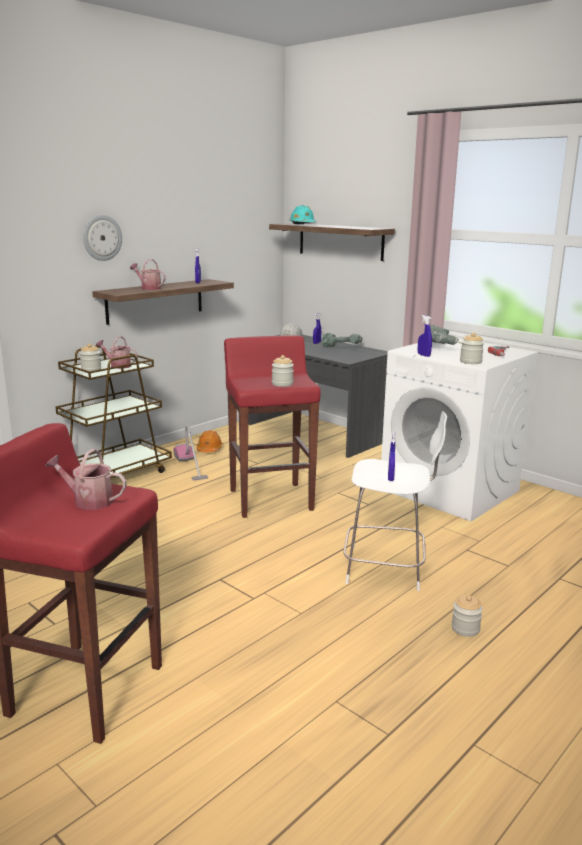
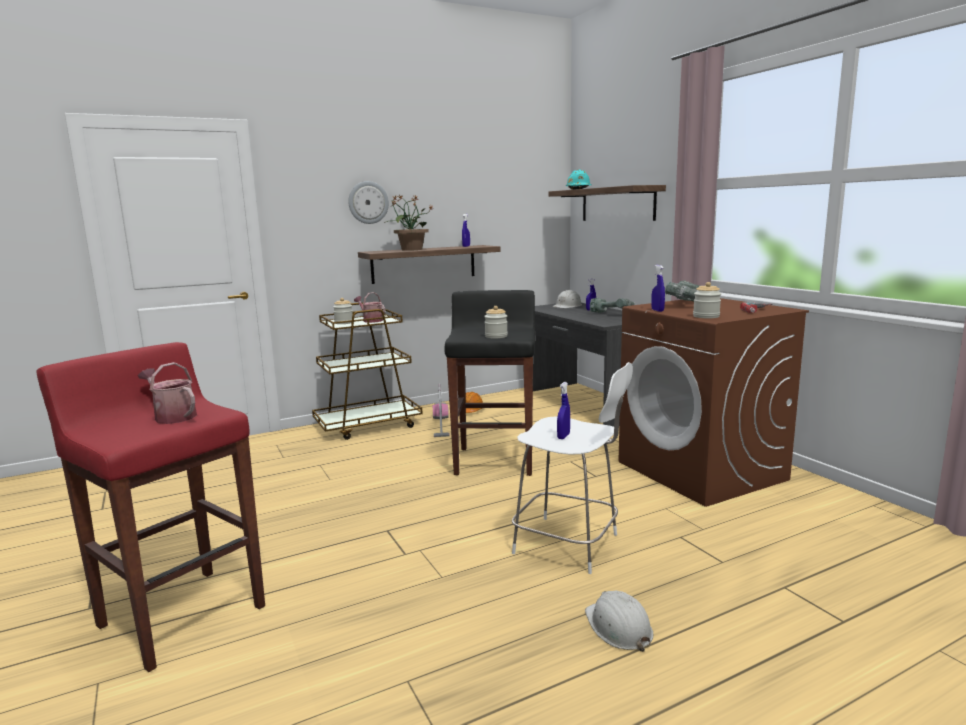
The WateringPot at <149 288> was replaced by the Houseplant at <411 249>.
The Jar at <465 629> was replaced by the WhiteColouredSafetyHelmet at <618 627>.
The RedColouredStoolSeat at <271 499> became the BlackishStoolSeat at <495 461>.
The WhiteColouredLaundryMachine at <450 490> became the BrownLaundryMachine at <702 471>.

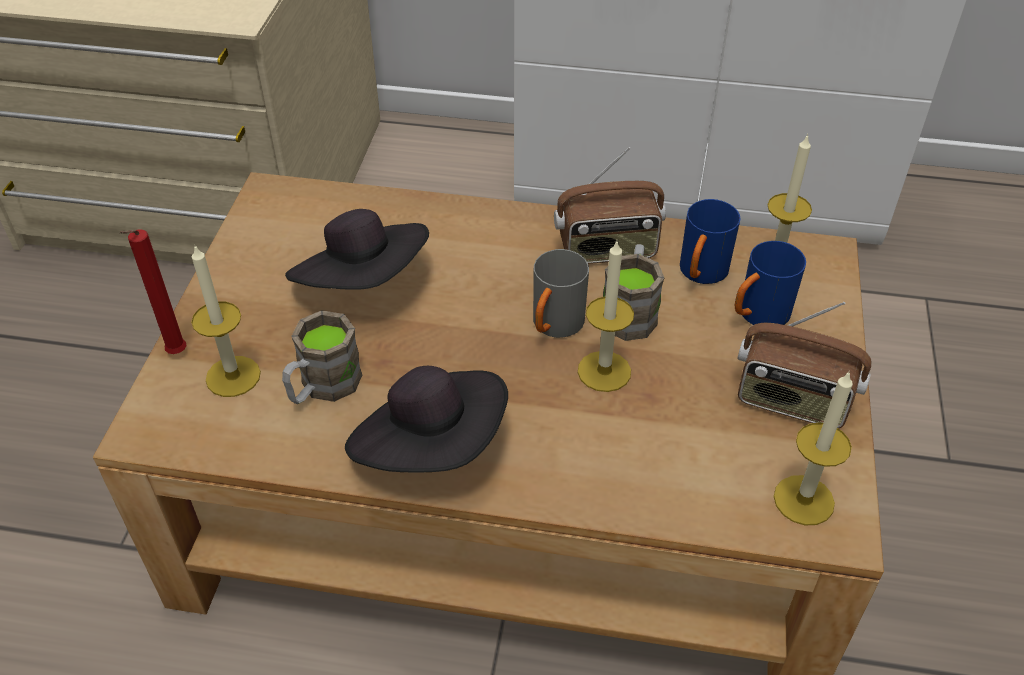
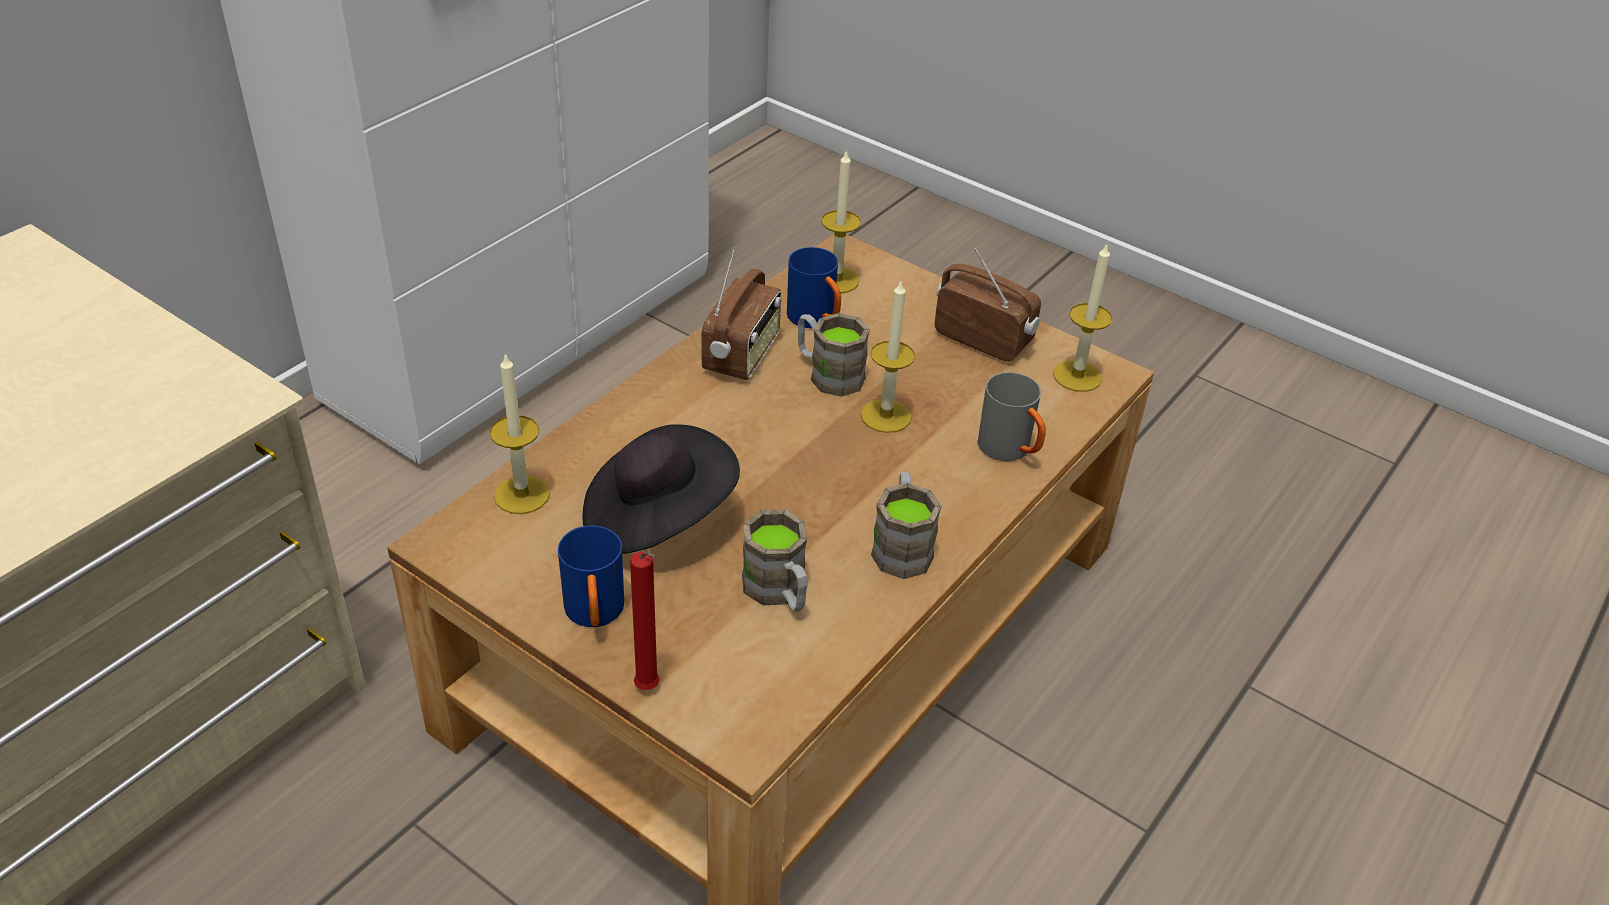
The WaxLight moved from <233 376> to <522 495>.
The GrayMug moved from <554 327> to <1010 451>.
The BlueColouredMug moved from <757 316> to <595 615>.
The BlackishHat at <432 446> was replaced by the BrownMug at <901 545>.
The RadioSet at <792 401> turned 105 degrees counterclockwise.

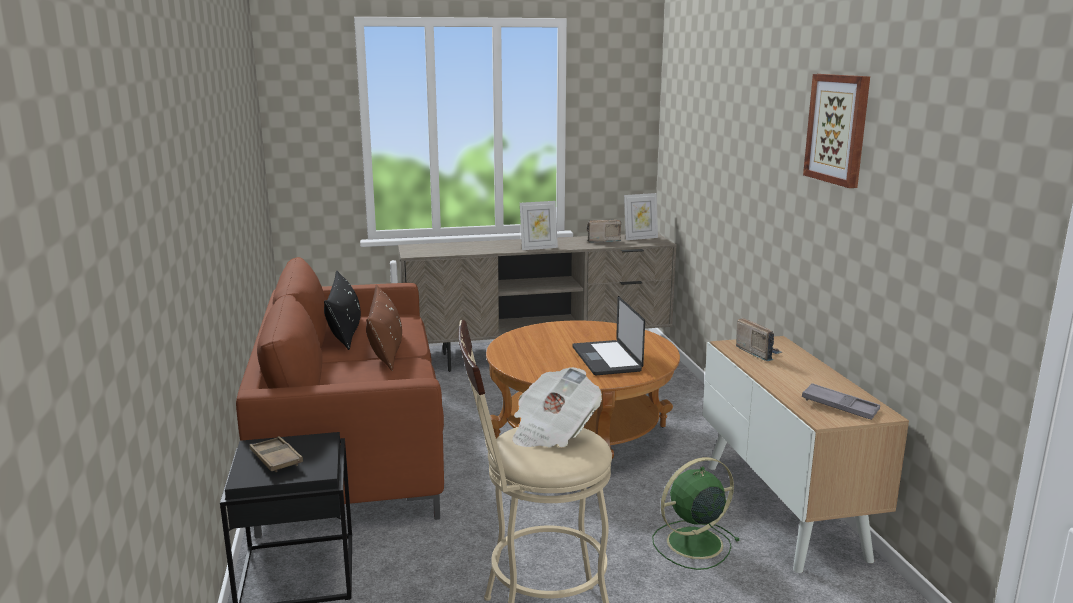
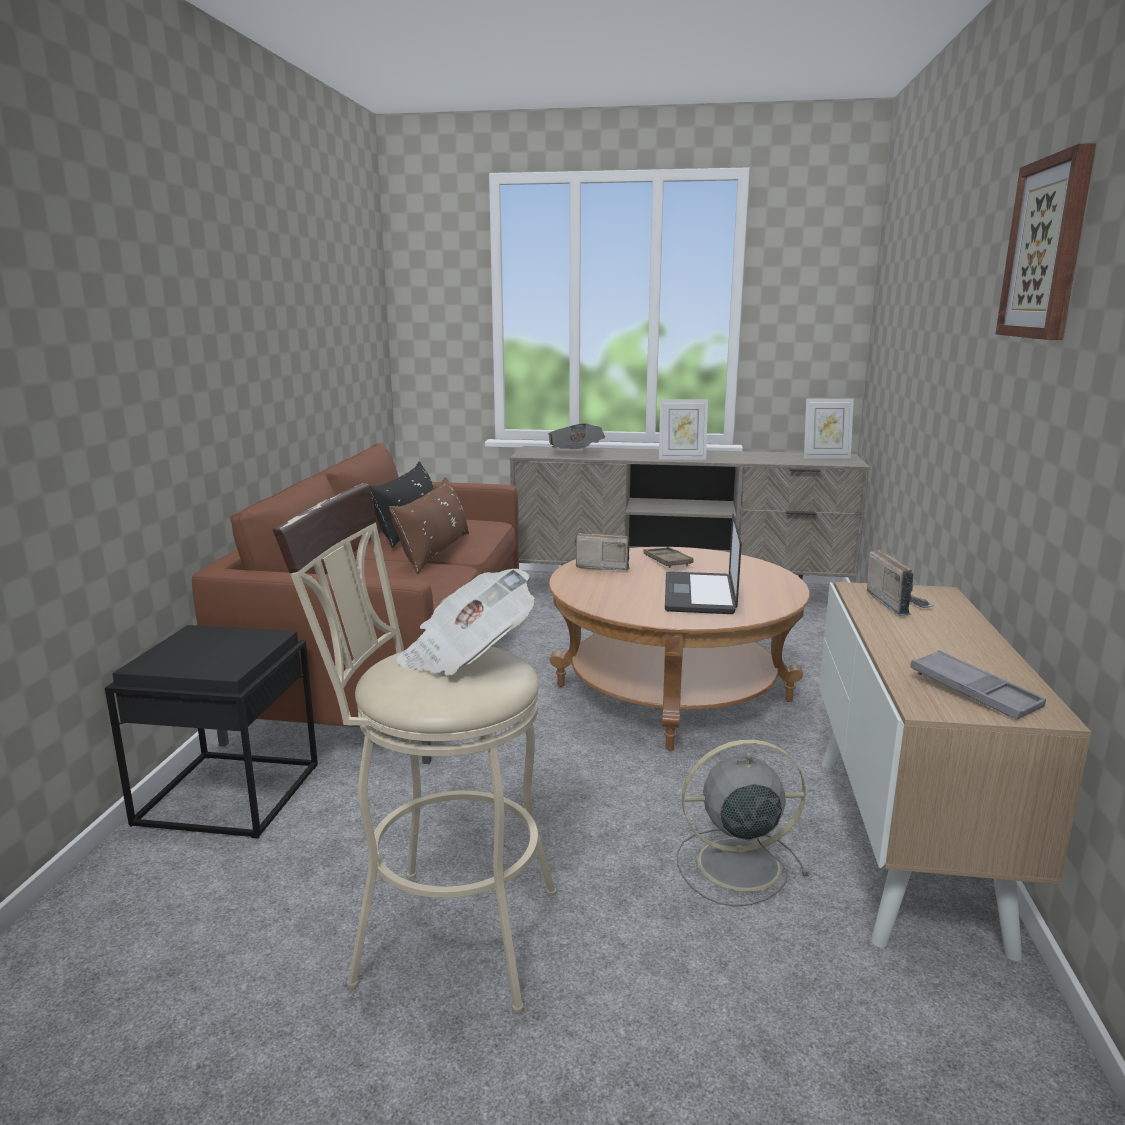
The DailyPaper at <576 453> appeared.
The BrownCarryingTray moved from <276 459> to <667 561>.
The RadioSet moved from <602 240> to <601 566>.
The GreenishFan at <692 543> became the GrayFan at <734 865>.

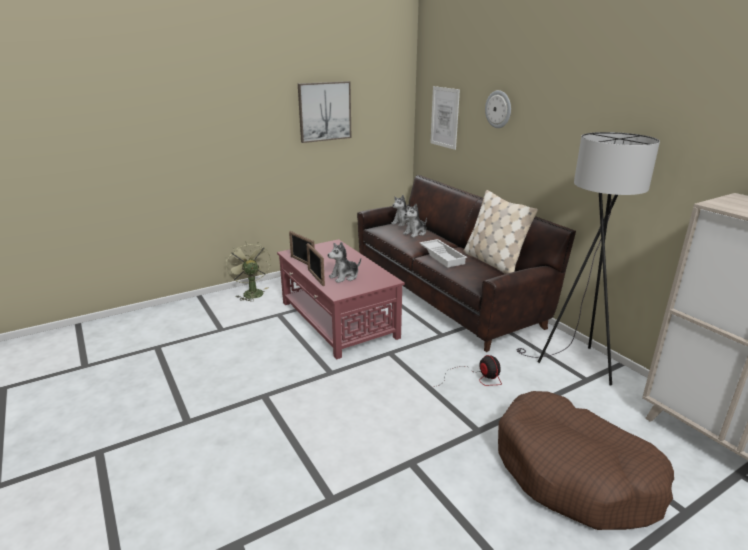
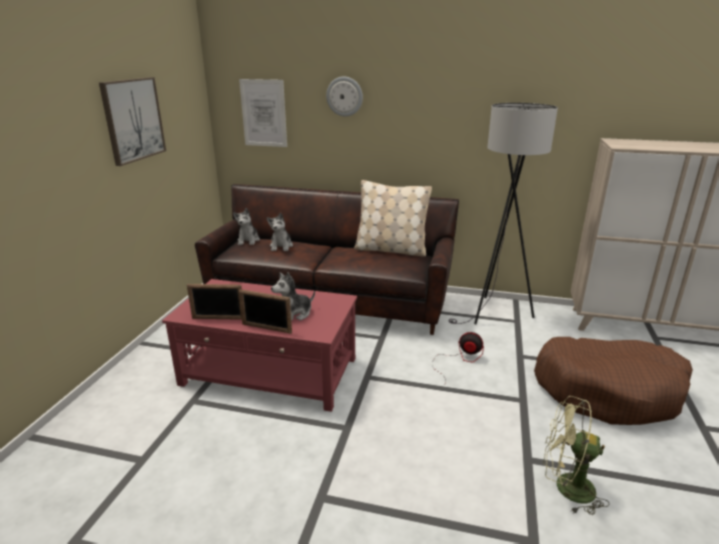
The WhiteColouredCarryingTray at <443 256> disappeared.
The GreenishFan moved from <251 292> to <566 487>.
The SoftToy at <344 277> turned 45 degrees clockwise.

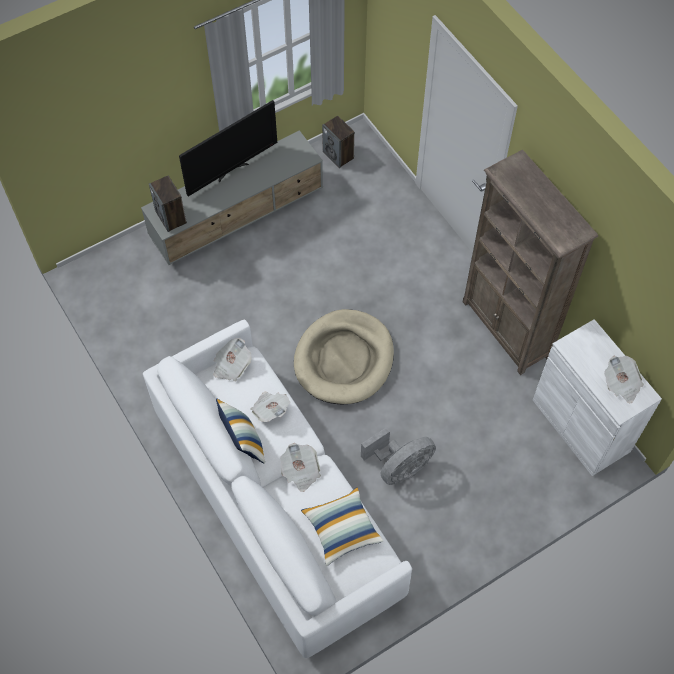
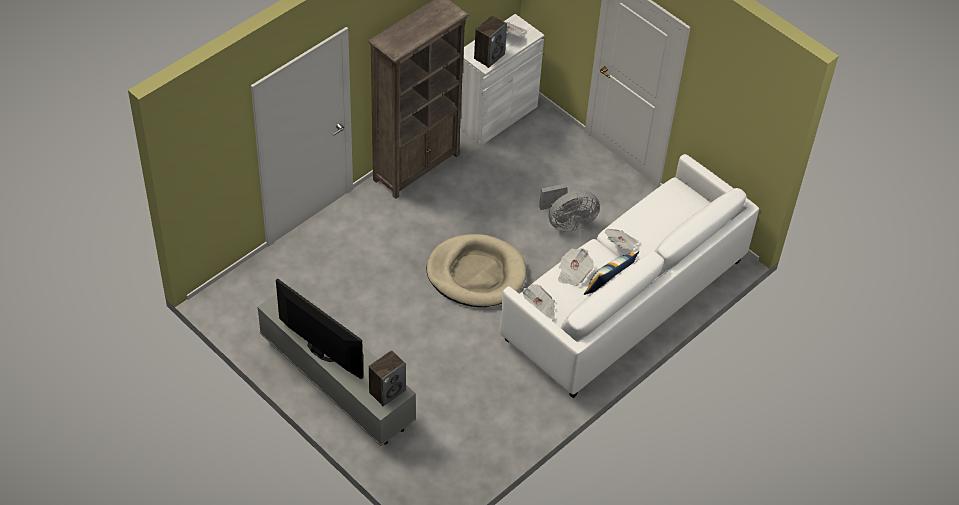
The ThrowPillow at <341 529> disappeared.
The Loudspeaker moved from <338 155> to <489 56>.
The GrayFan at <399 467> turned 120 degrees clockwise.

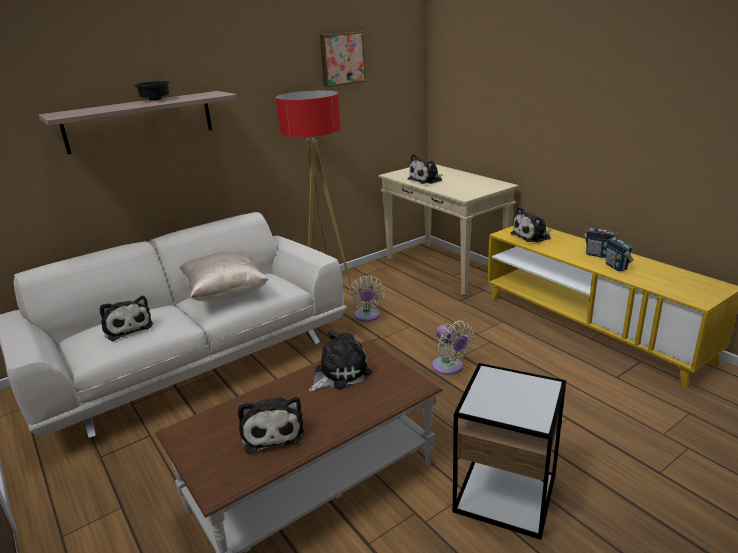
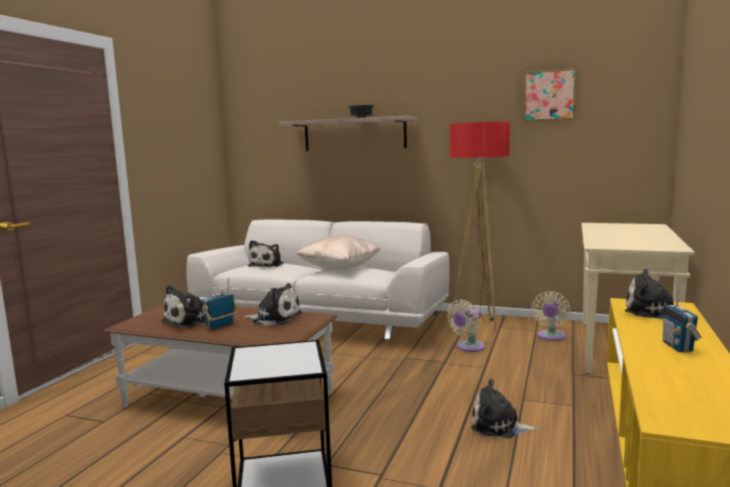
The SoftToy moved from <427 180> to <498 426>.
The BeigeFan moved from <449 367> to <550 337>.
The RadioSet moved from <616 267> to <220 326>.

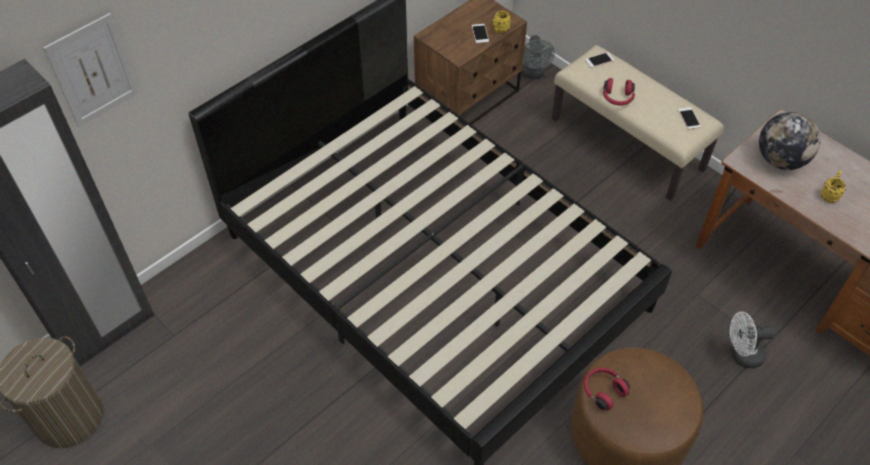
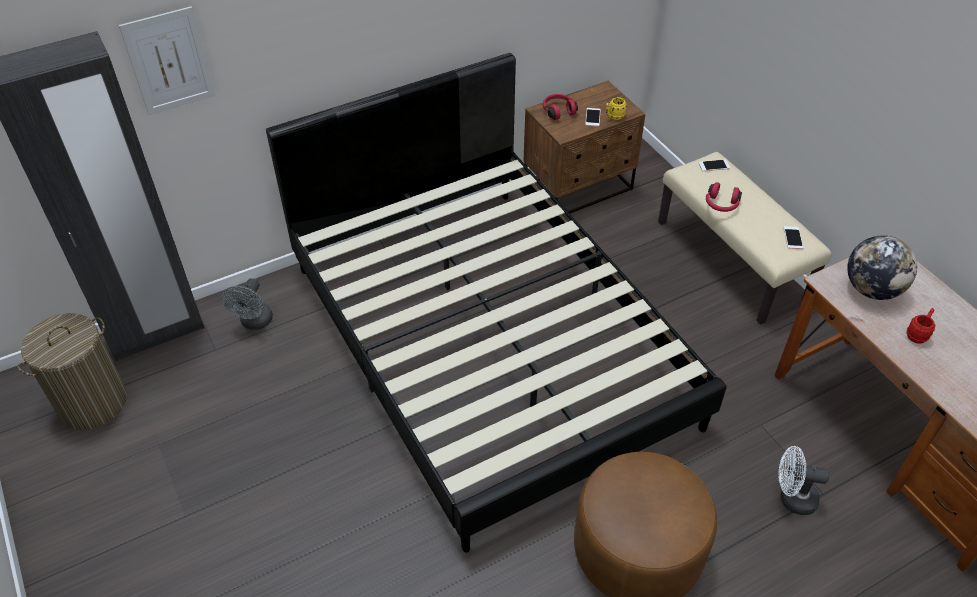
The GrayFan moved from <533 74> to <255 323>.
The RedColouredHeadphones moved from <603 391> to <558 111>.
The YellowishMug at <829 195> became the RedColouredMug at <917 335>.

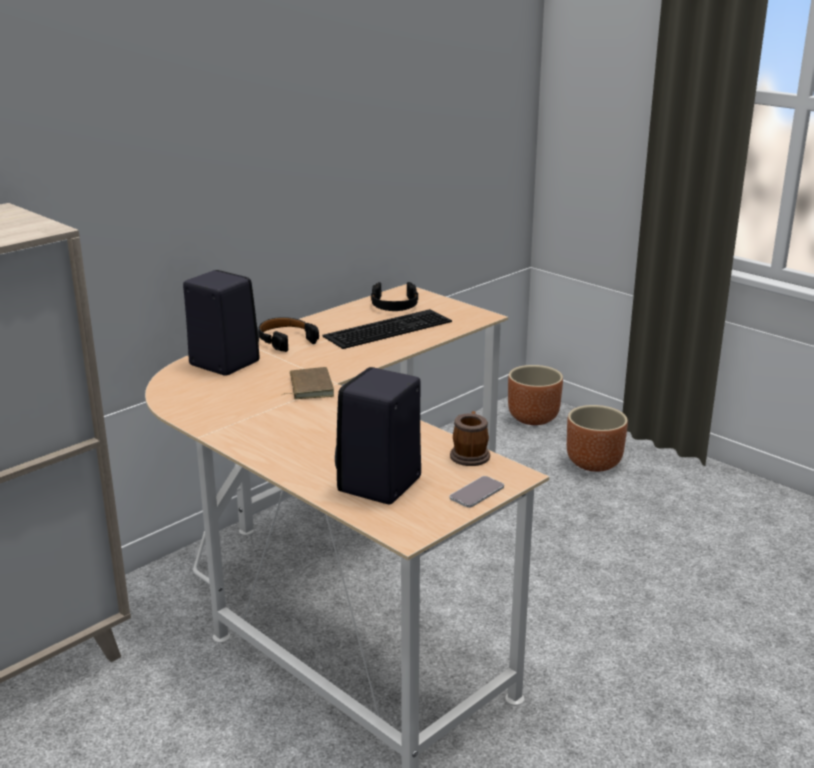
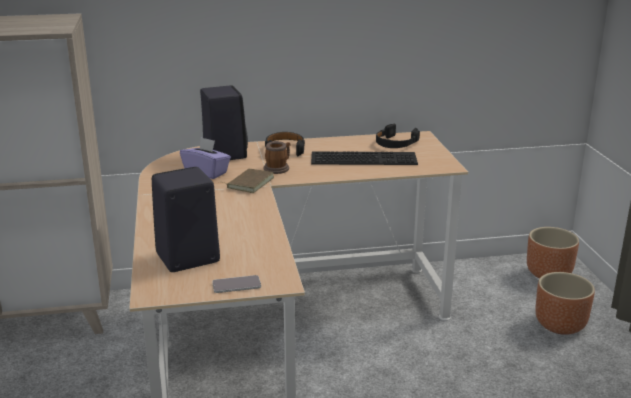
The PurpleColouredBoxOfTissues at <206 172> appeared.
The Mug moved from <470 454> to <278 168>.

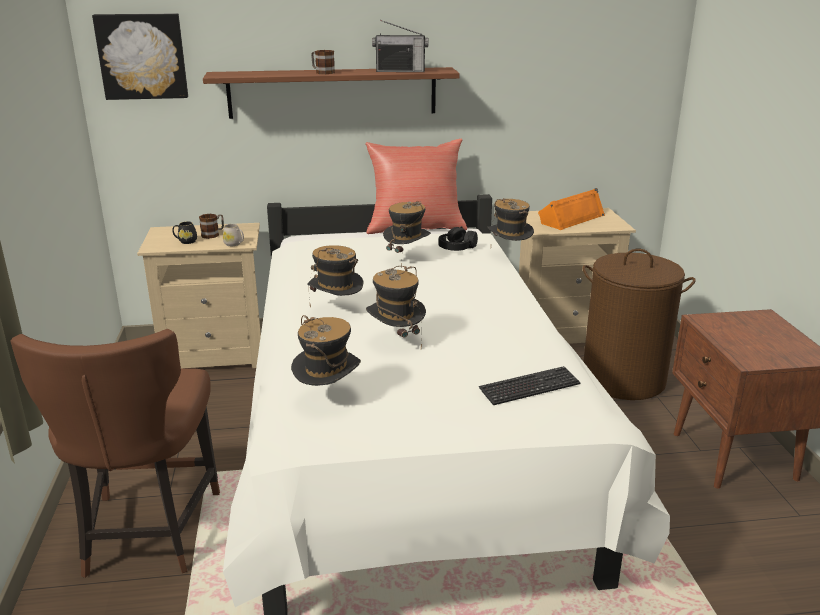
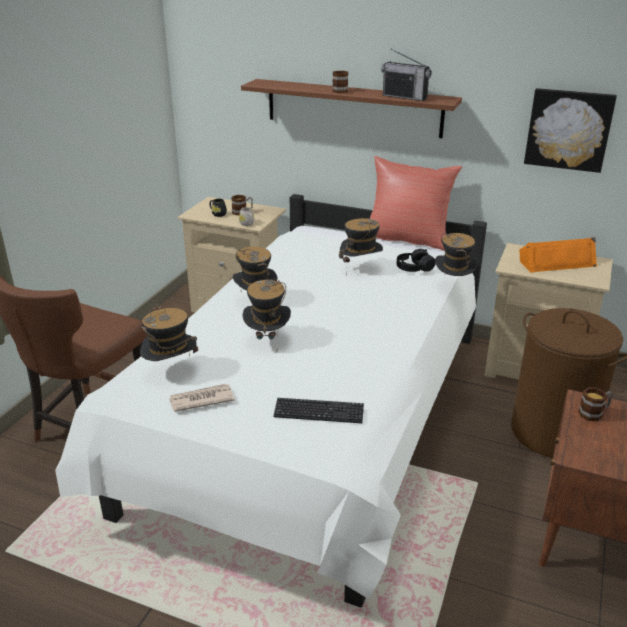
The DailyPaper at <201 400> appeared.
The Mug at <594 413> appeared.
The WallPicture moved from <142 56> to <568 129>.

